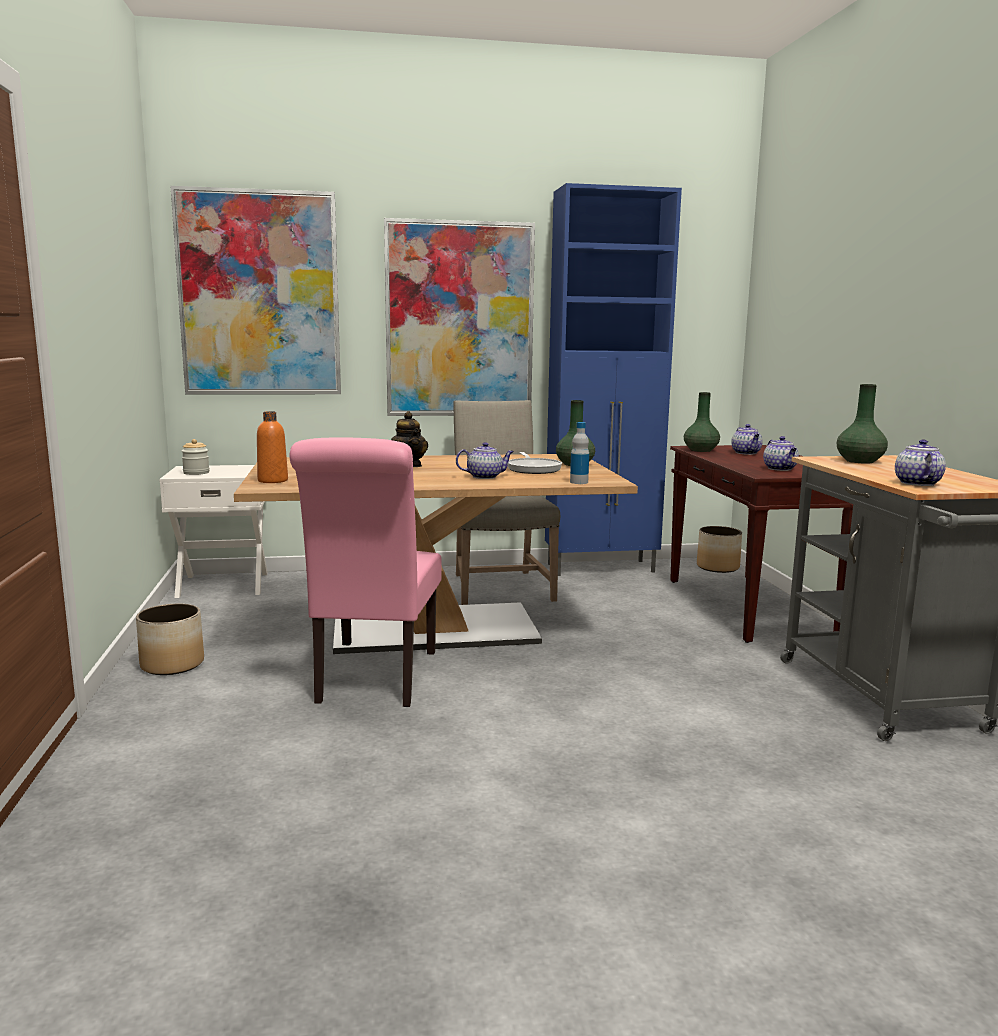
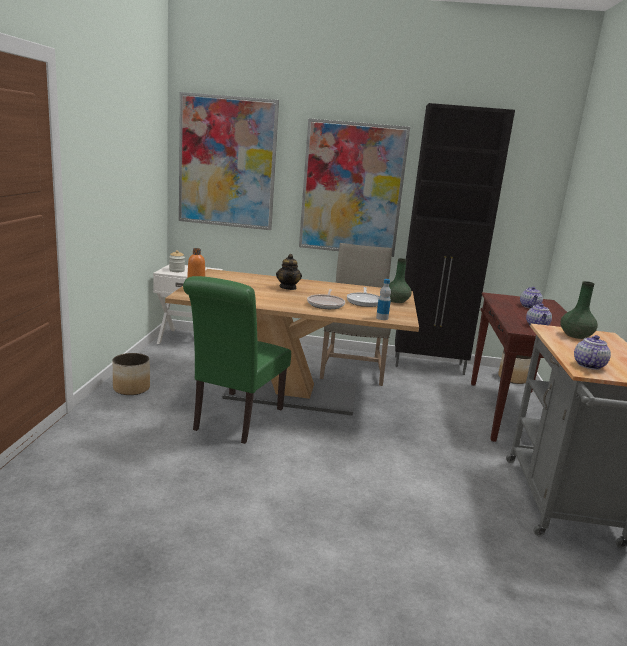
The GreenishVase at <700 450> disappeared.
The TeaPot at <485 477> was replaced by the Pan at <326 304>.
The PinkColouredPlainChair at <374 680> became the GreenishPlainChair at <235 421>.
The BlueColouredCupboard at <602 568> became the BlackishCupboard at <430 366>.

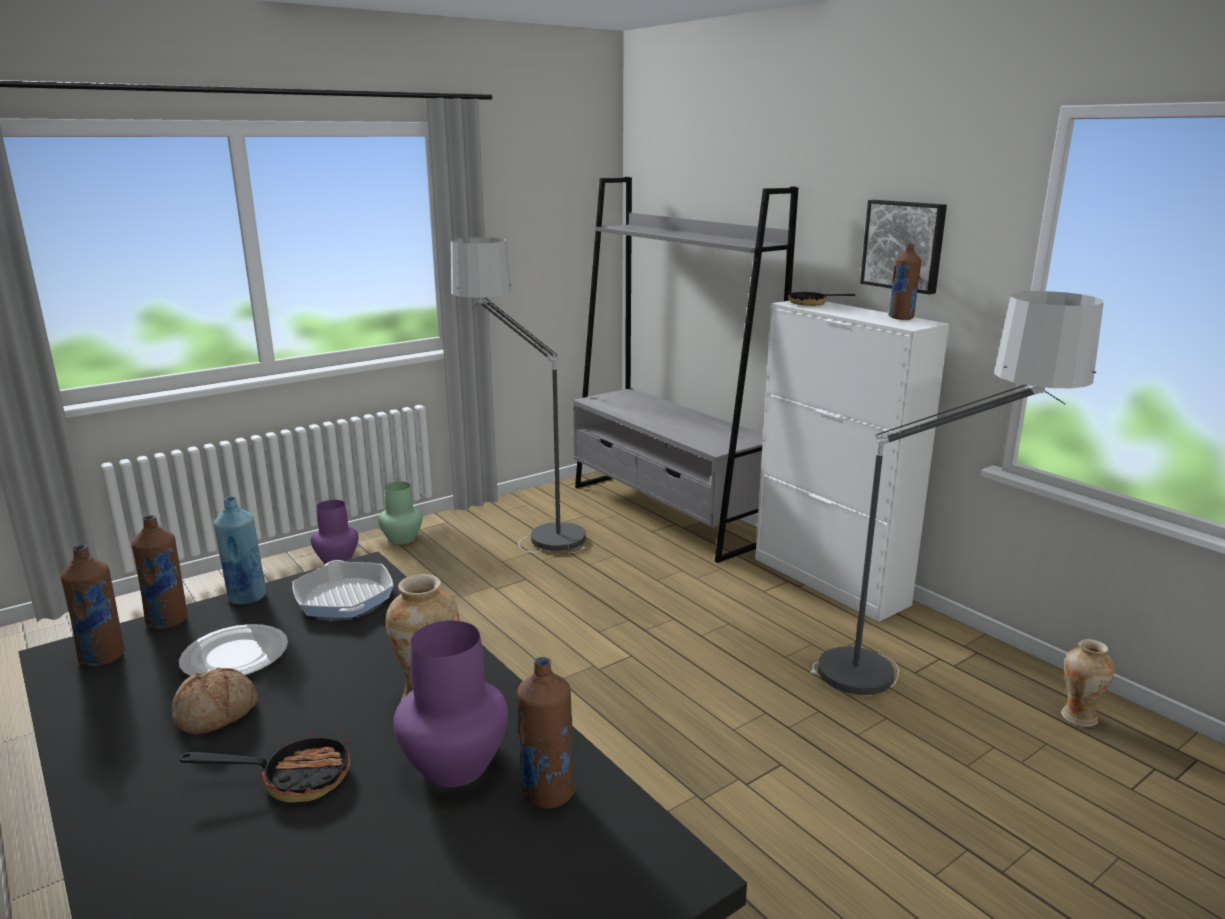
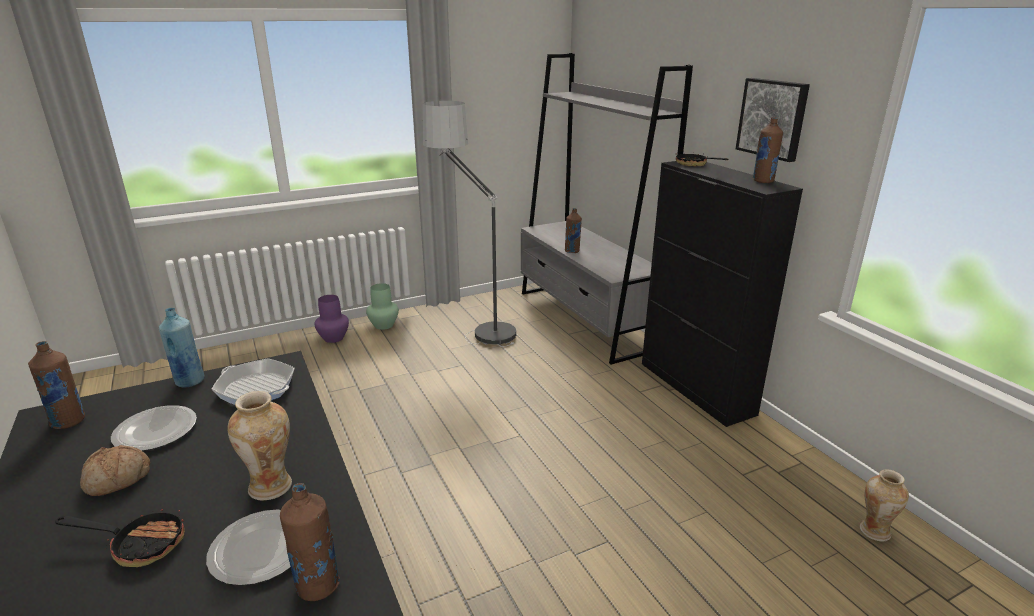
The FloorLamp at <917 683> disappeared.
The BrownBottle moved from <168 621> to <572 251>.
The PurpleColouredVase at <453 766> was replaced by the FlatDish at <259 549>.
The WhiteColouredCupboard at <830 581> became the BlackishCupboard at <696 388>.
The Pan at <344 597> turned 45 degrees counterclockwise.

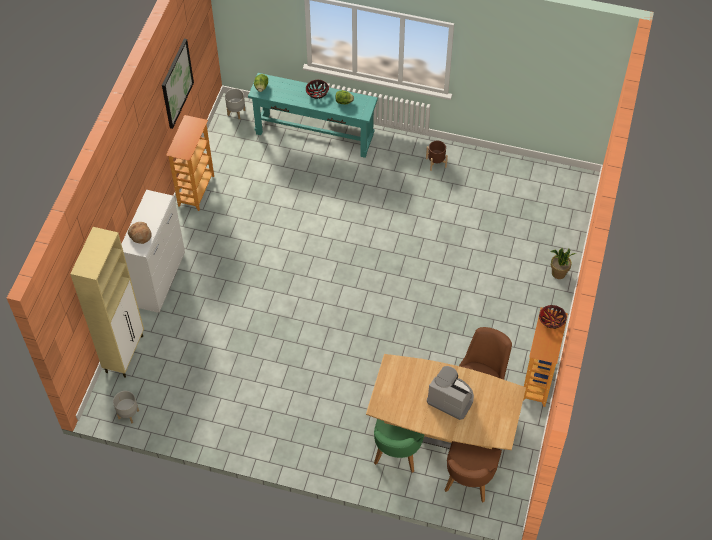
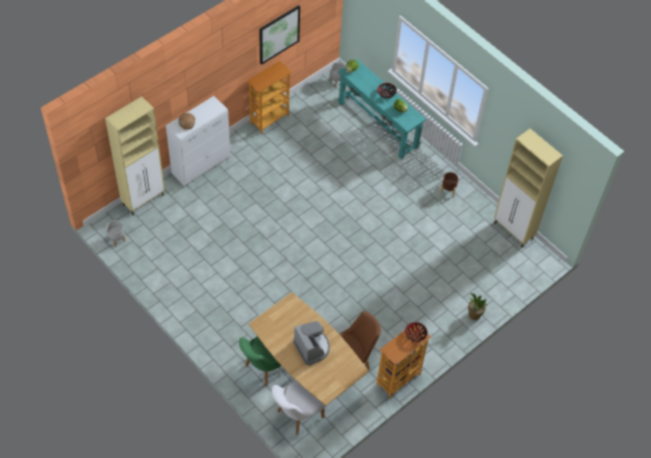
The BeigeCupboard at <513 231> appeared.
The BrownPlainChair at <467 483> became the WhiteColouredPlainChair at <296 416>.

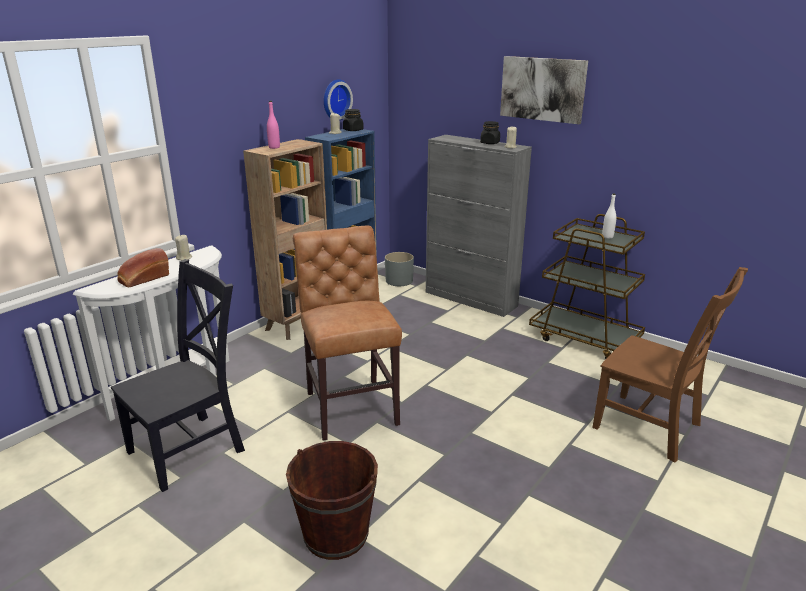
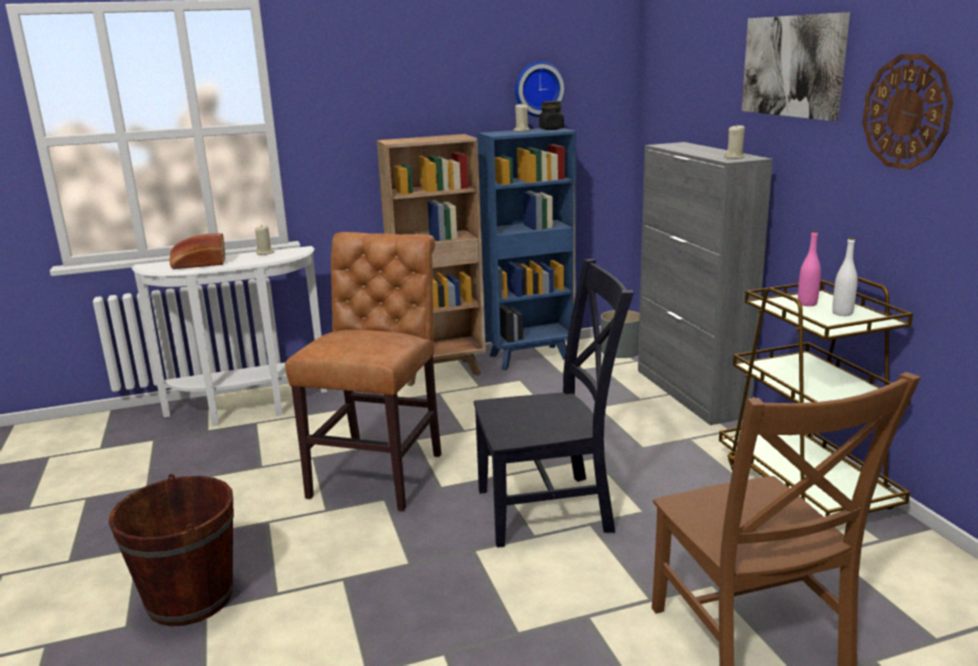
The BlackishJar at <490 143> disappeared.
The WallClock at <906 112> appeared.
The BlackishPlainChair moved from <191 449> to <550 509>.
The PinkColouredBottle moved from <274 147> to <807 303>.

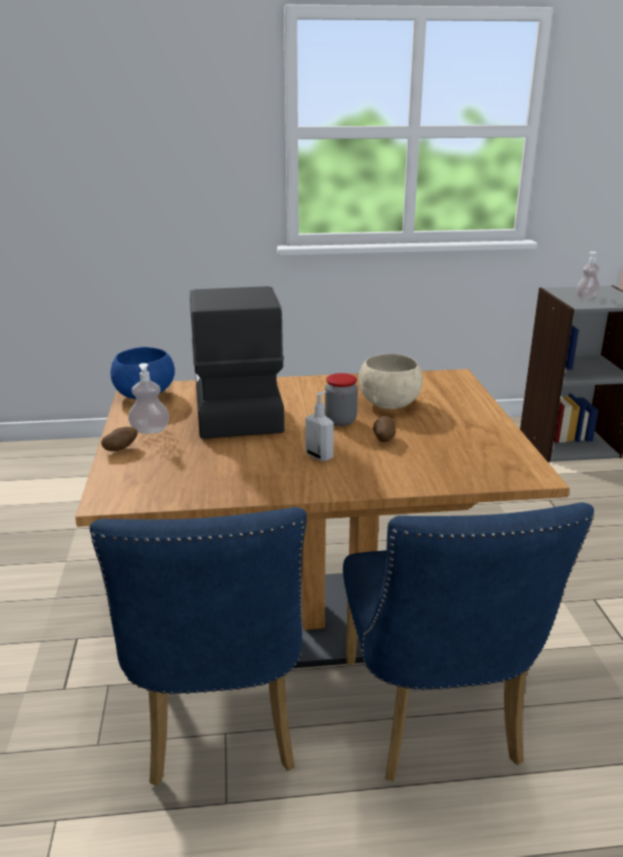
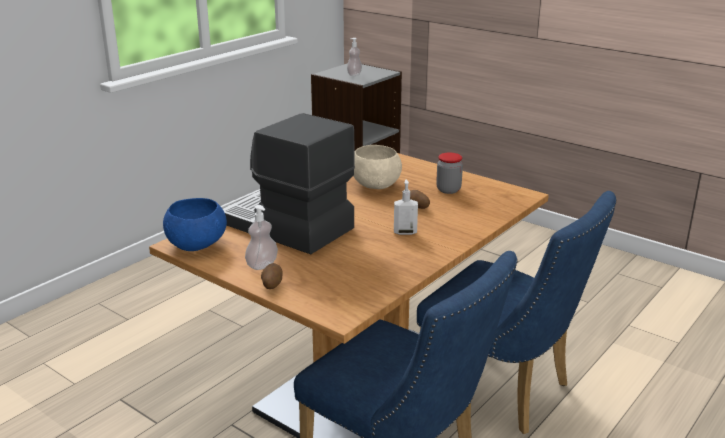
The Jar moved from <340 421> to <448 190>.

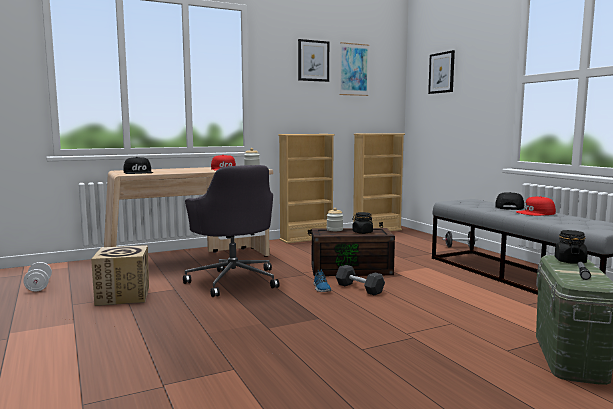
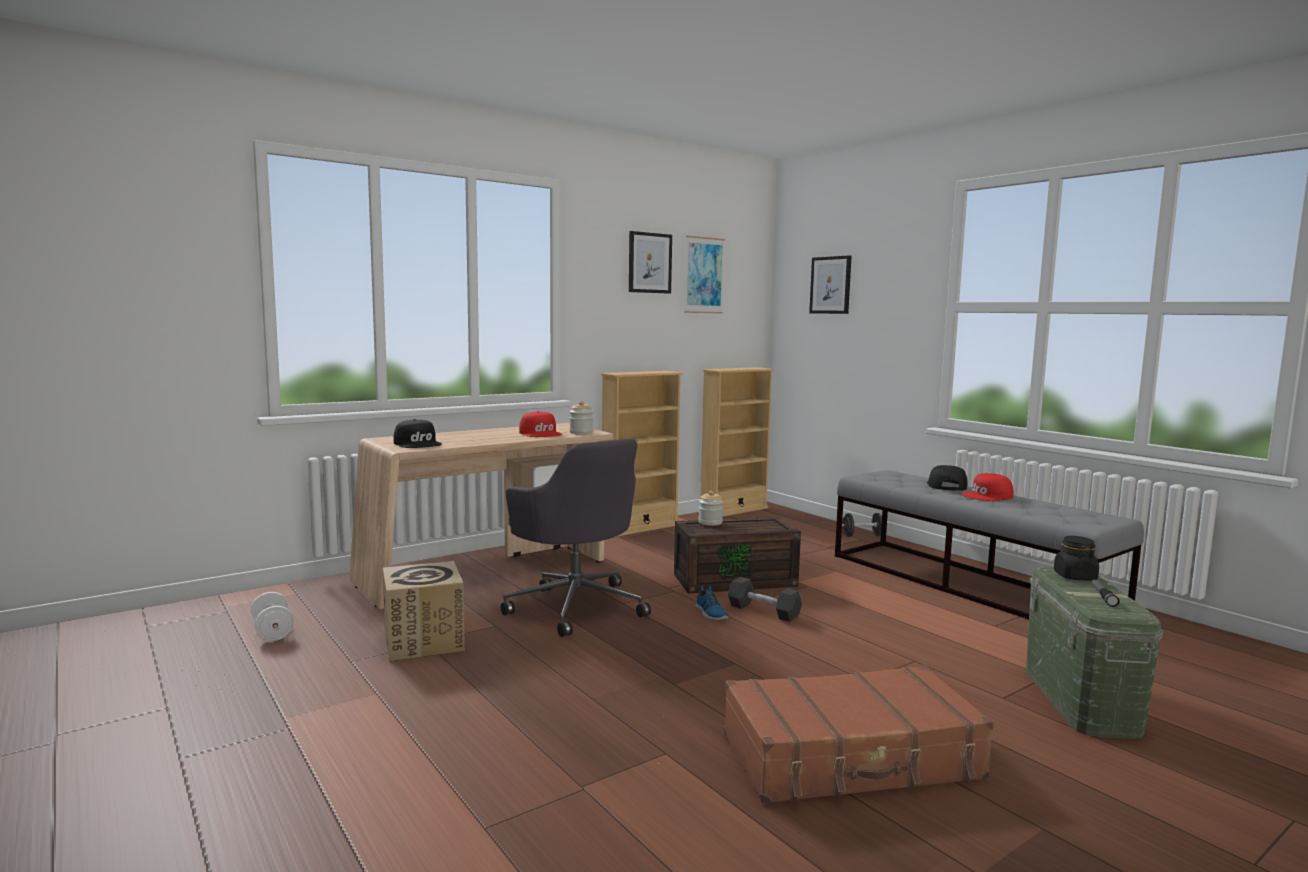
The BlackishJar at <362 232> disappeared.
The BrownTravelCase at <851 758> appeared.

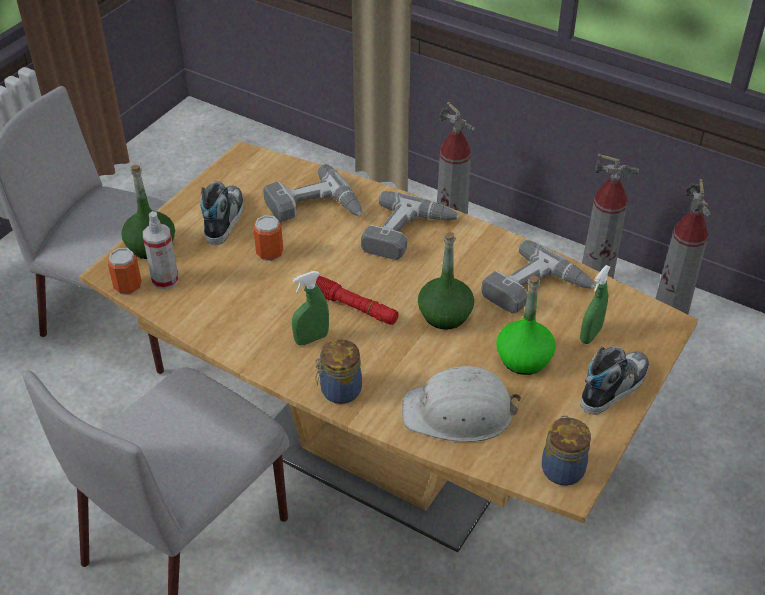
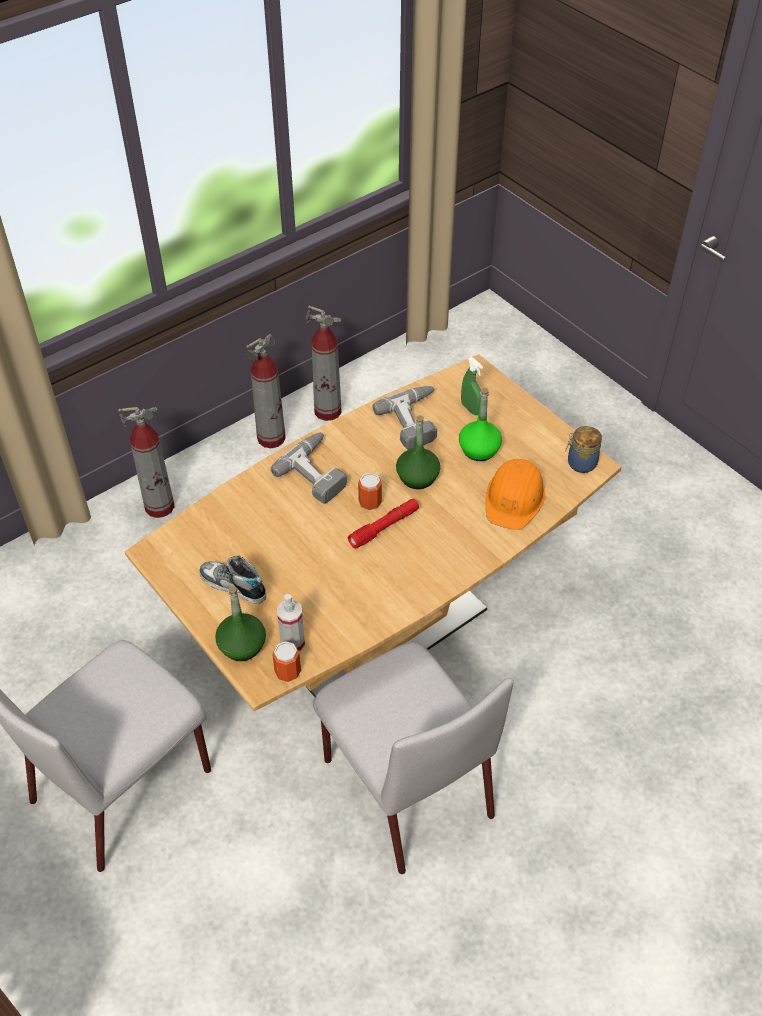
The Drill at <314 209> disappeared.
The GreenishHandSprayer at <311 339> disappeared.
The Jar at <339 391> disappeared.
The Shoe at <613 386> disappeared.
The MetalCan moved from <269 253> to <370 502>.
The WhiteColouredSafetyHelmet at <459 412> became the OrangeSafetyHelmet at <514 498>.

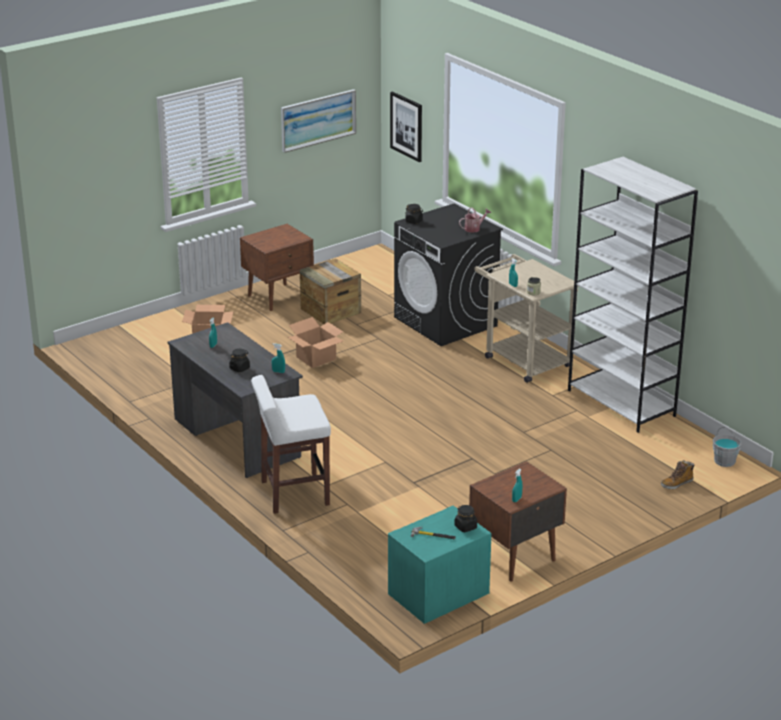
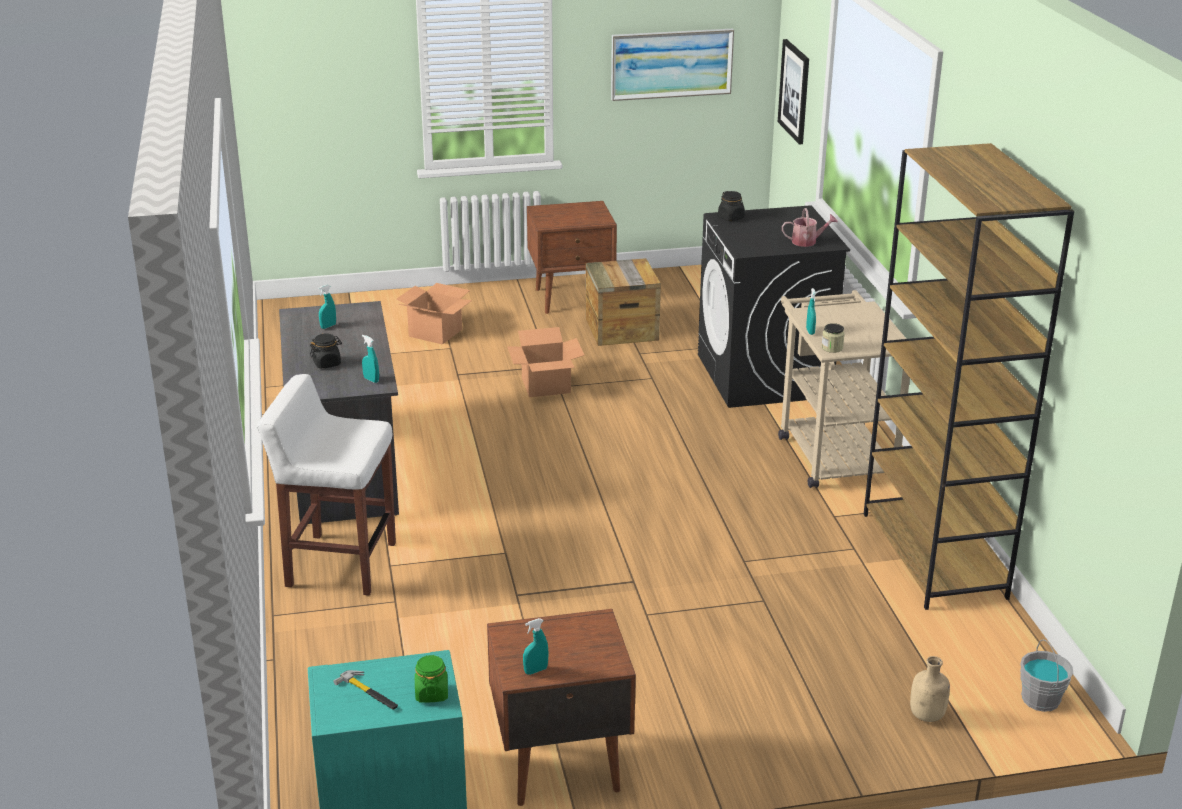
The TallBoot at <677 484> was replaced by the BeigeBottle at <927 716>.
The BlackishJar at <465 527> became the GreenishJar at <431 693>.
The WhiteColouredShelvingUnit at <622 403> became the BrownShelvingUnit at <934 556>.

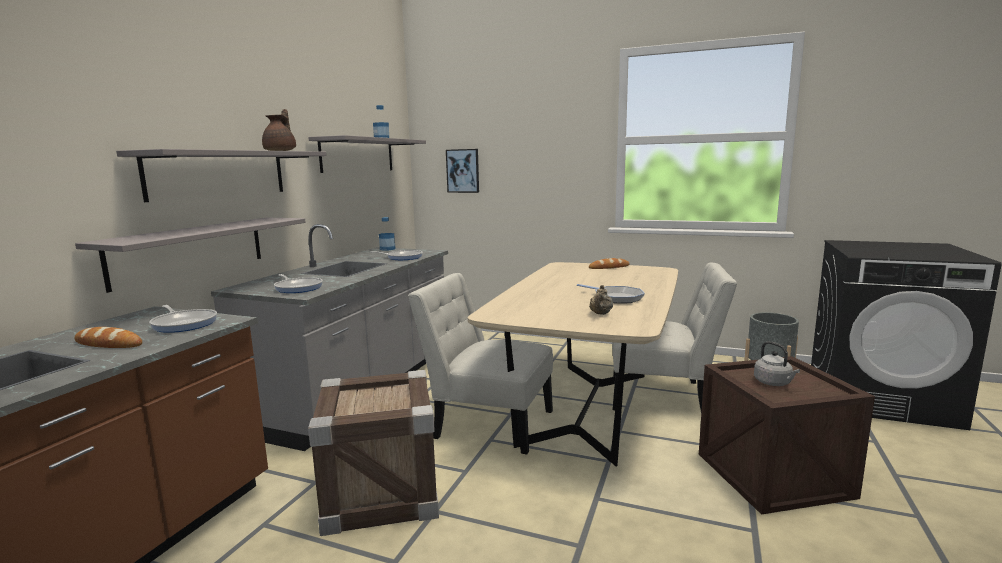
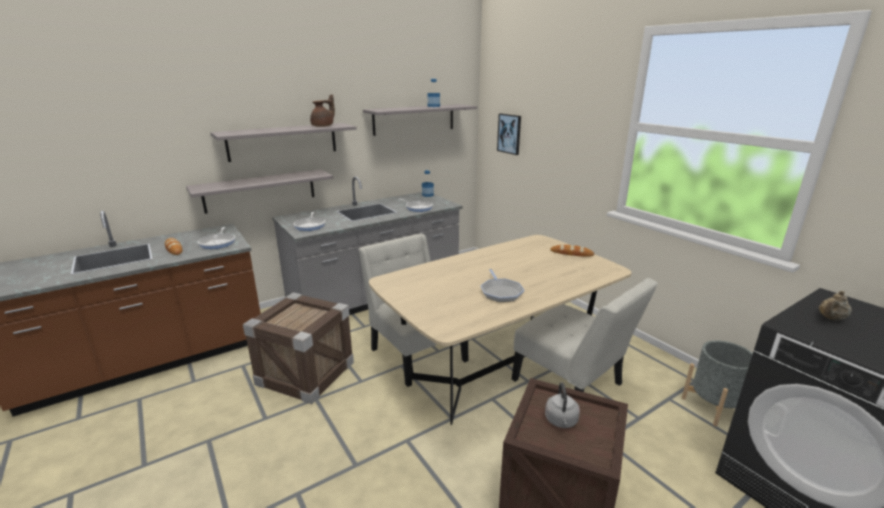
The BeigeTeaPot moved from <600 314> to <831 318>.

